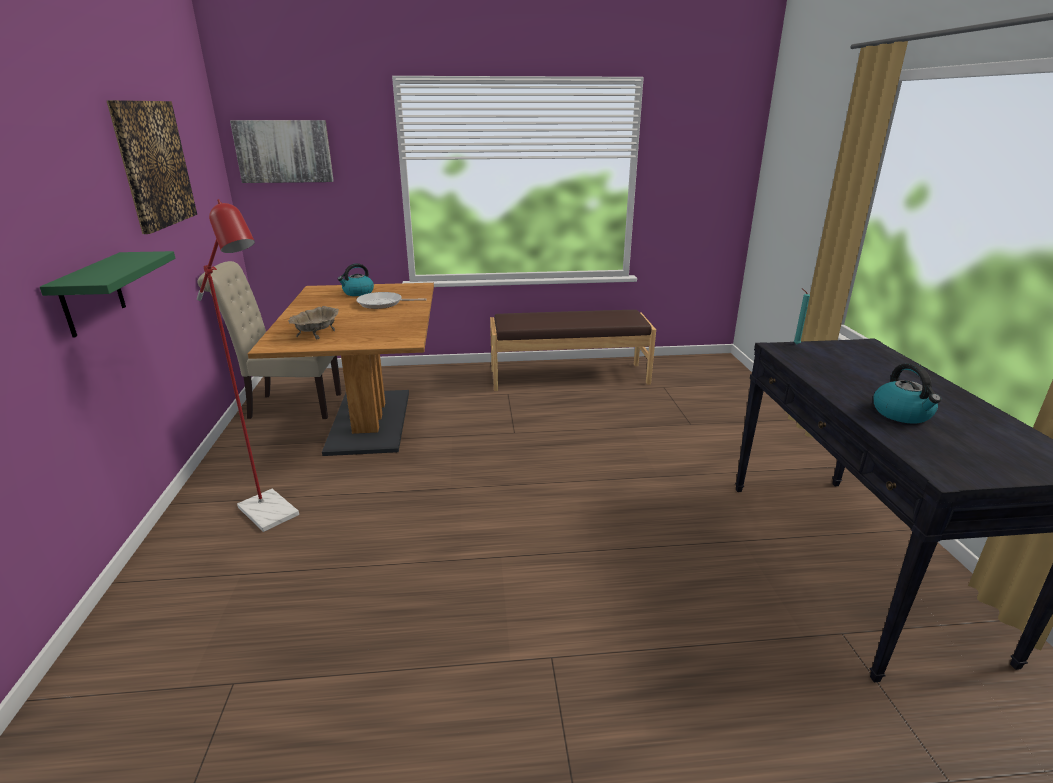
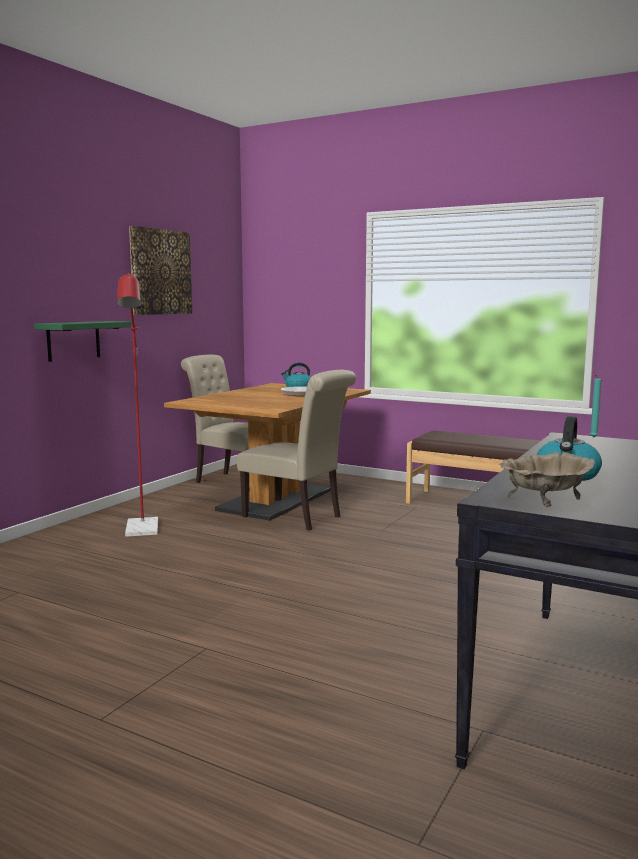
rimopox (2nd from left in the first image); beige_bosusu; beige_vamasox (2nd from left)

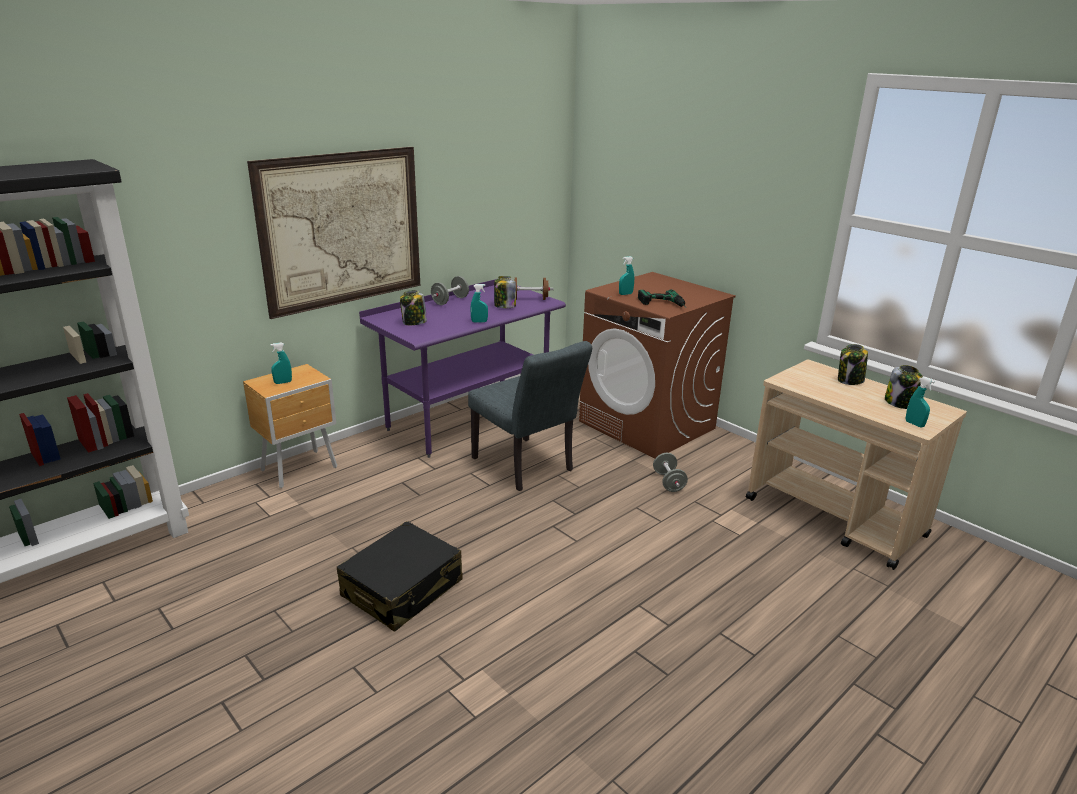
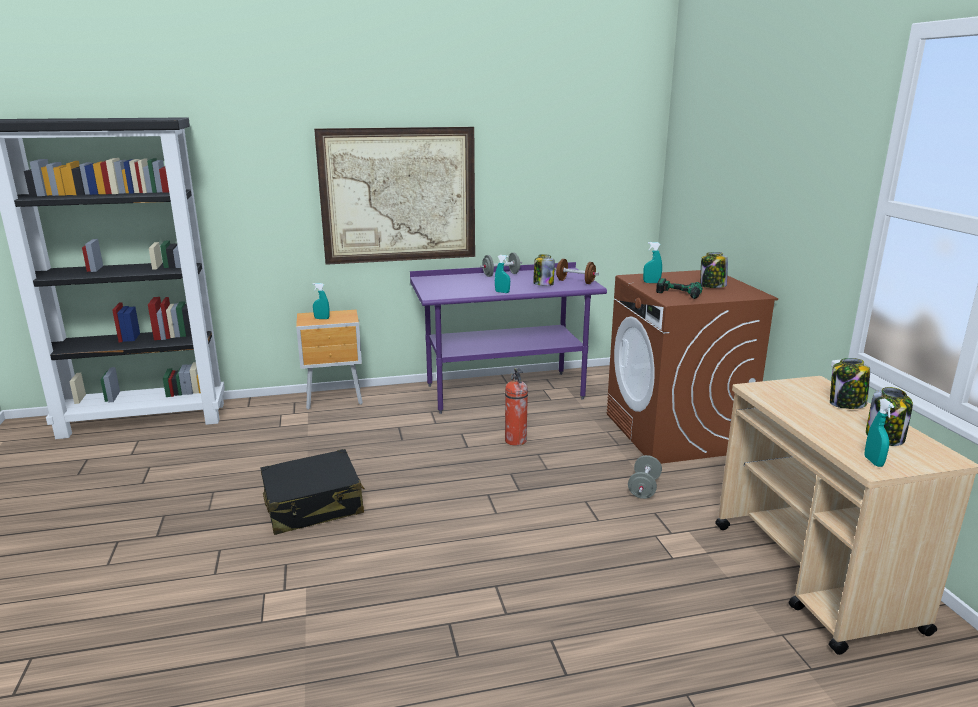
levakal (2nd from left); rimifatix

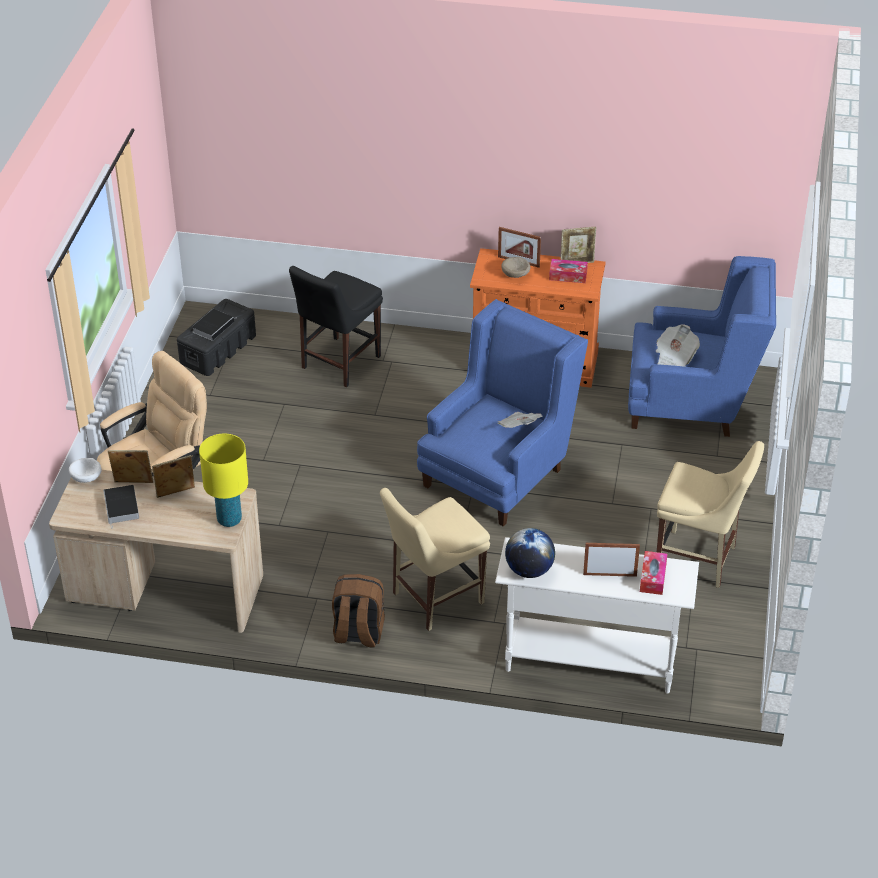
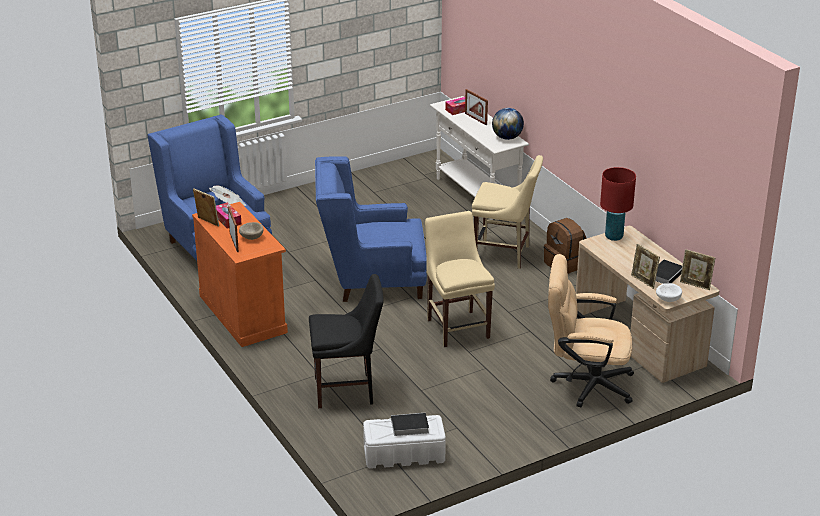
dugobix (5th from left); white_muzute; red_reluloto; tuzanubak (1st from left in the first image); beige_vamasox (1st from left)

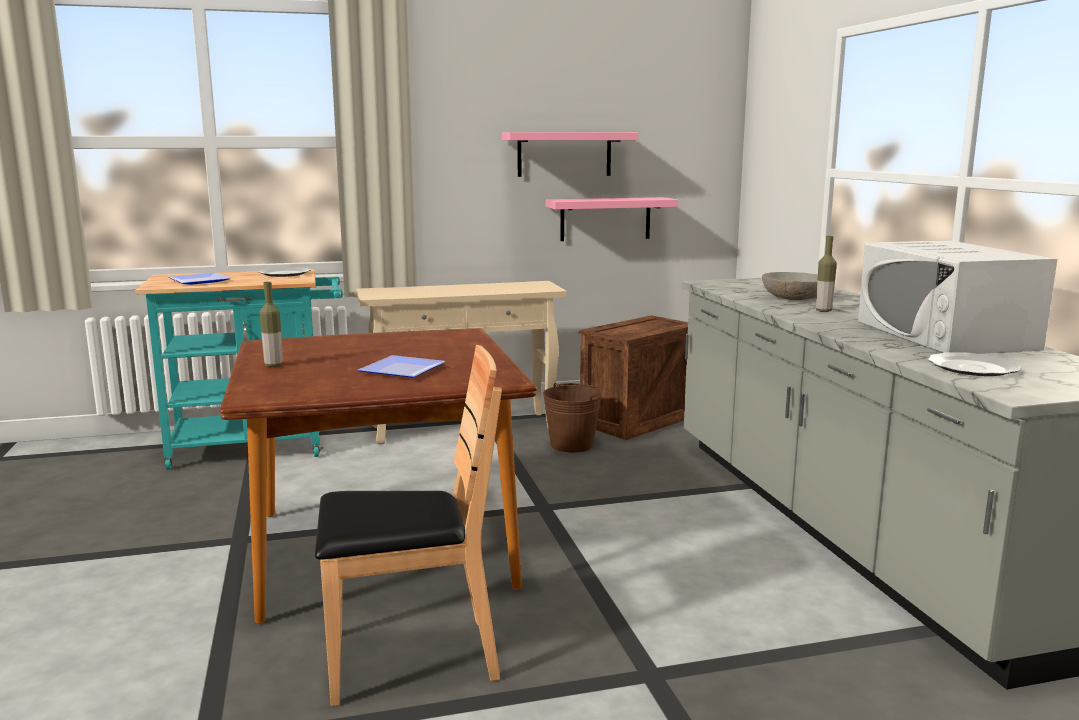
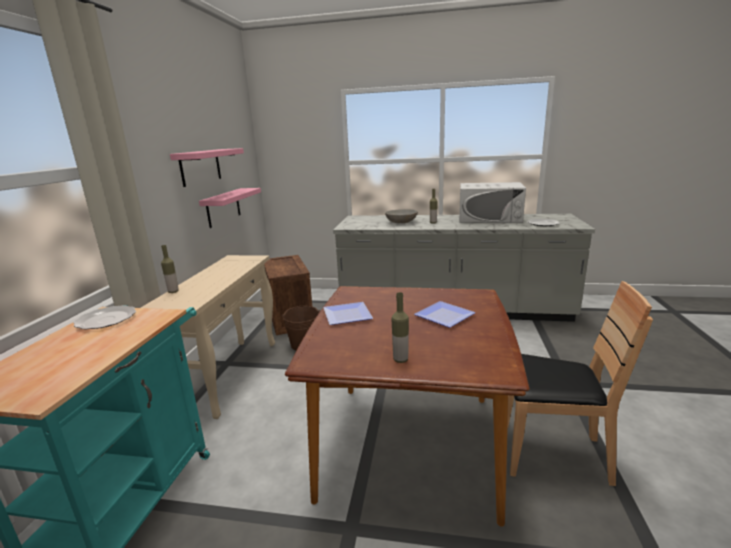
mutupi (2nd from left); brown_vamasox; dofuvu (1st from left)

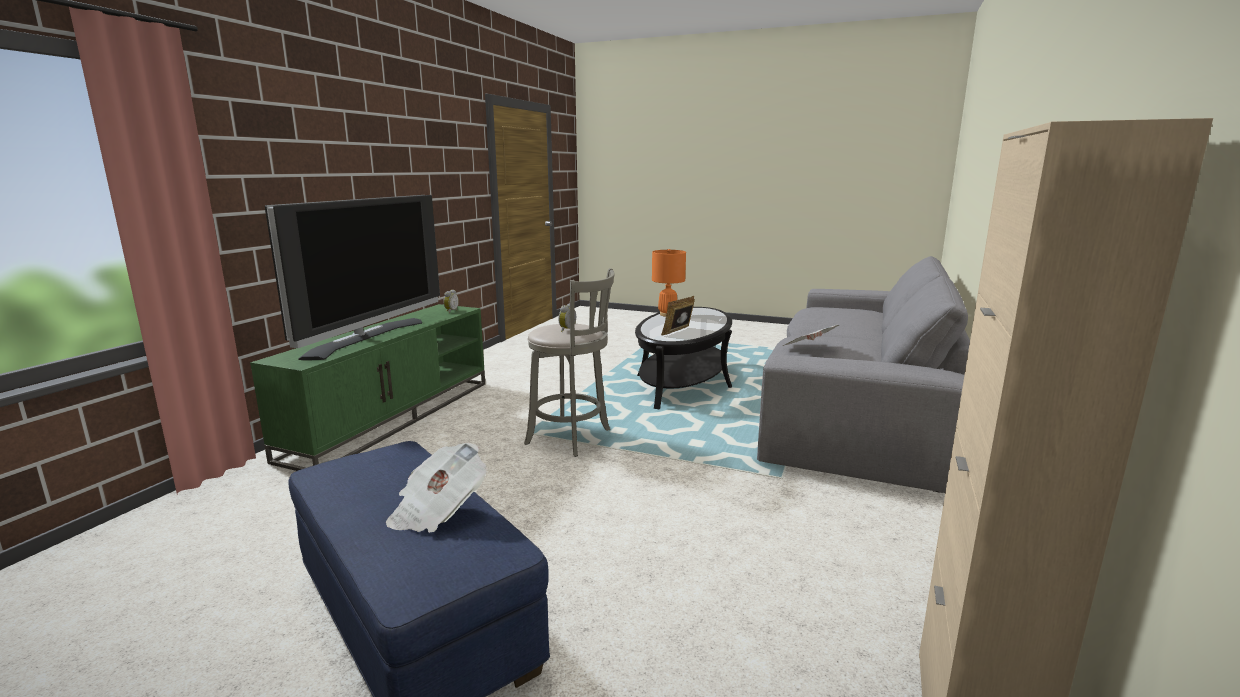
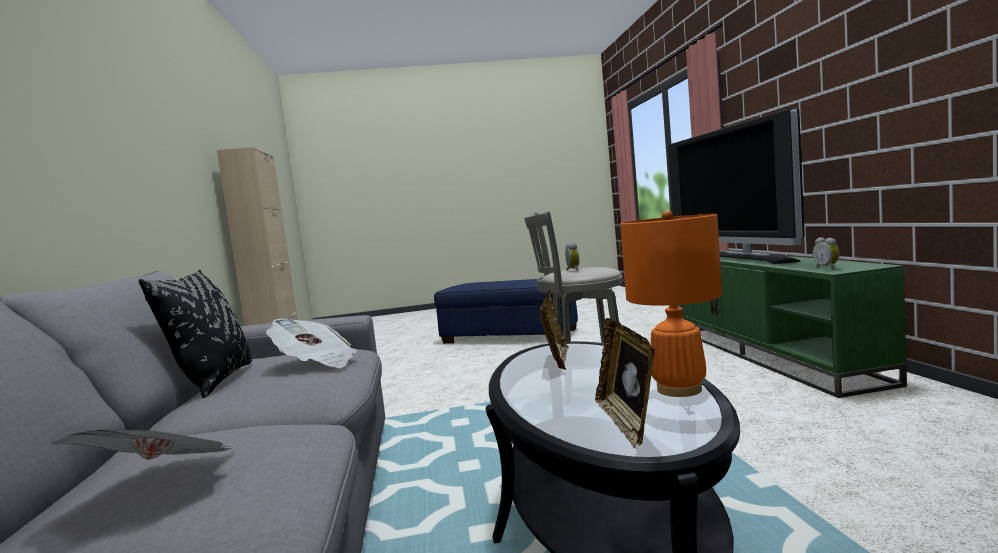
tuzanubak (1st from left); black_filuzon; dugobix (2nd from left)

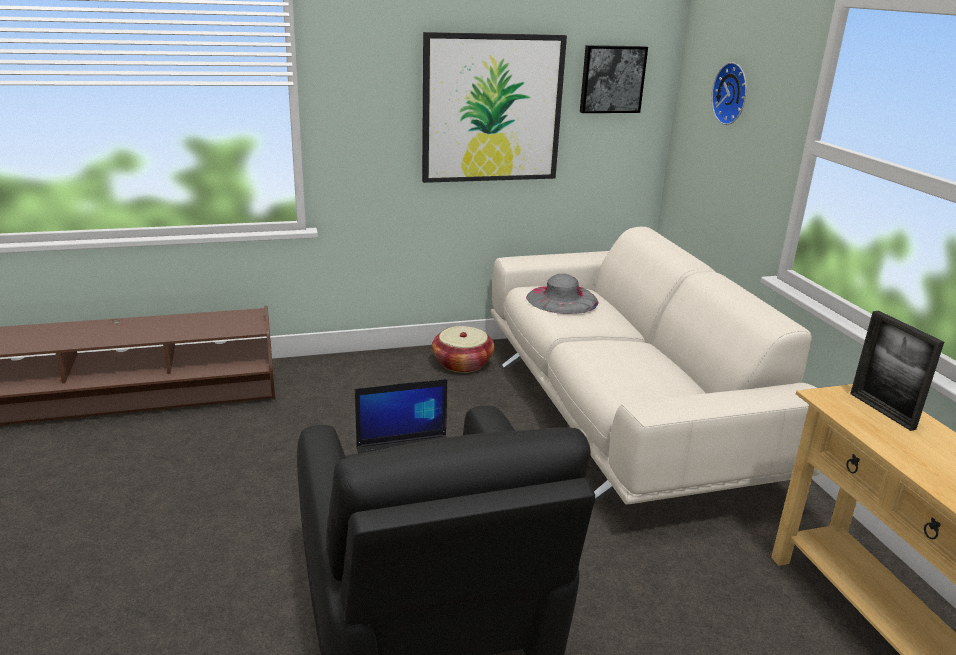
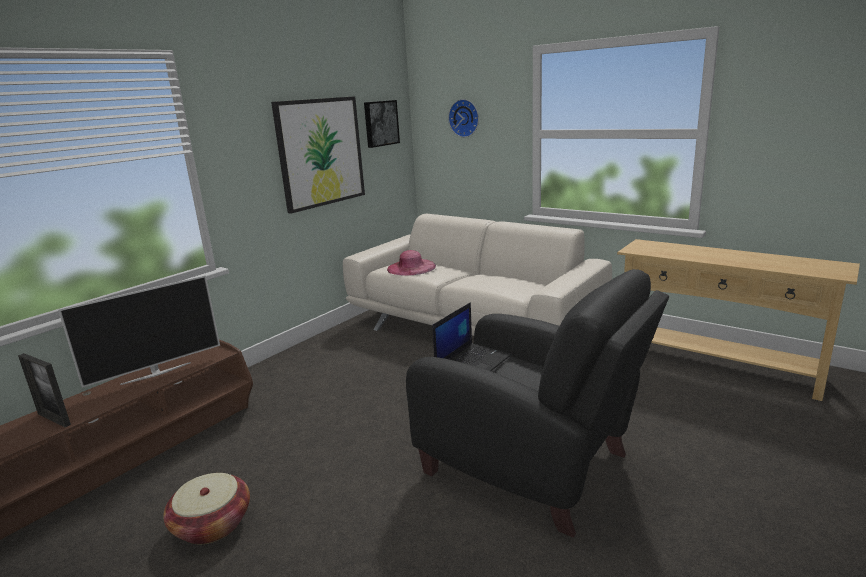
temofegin; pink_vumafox; dugobix; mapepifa

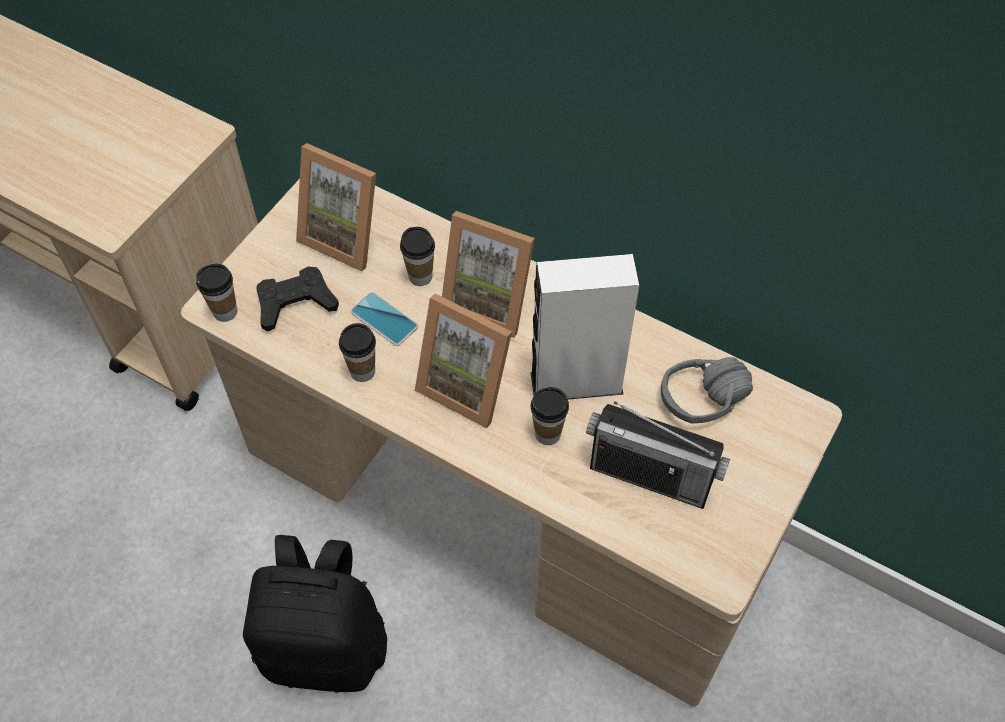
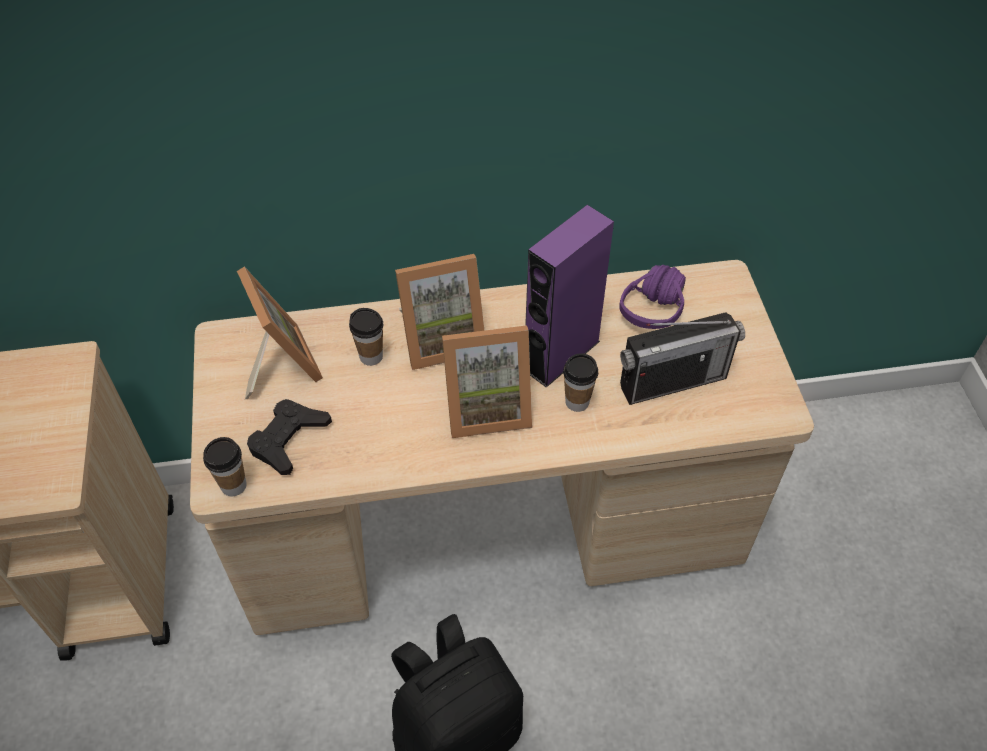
dugobix (1st from left); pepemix (2nd from left in the first image); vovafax; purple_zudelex; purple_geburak

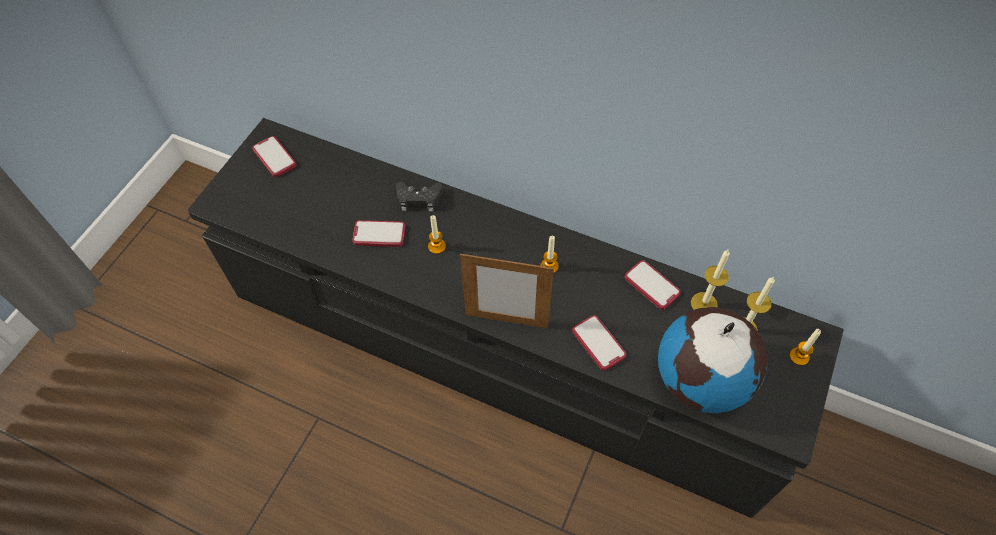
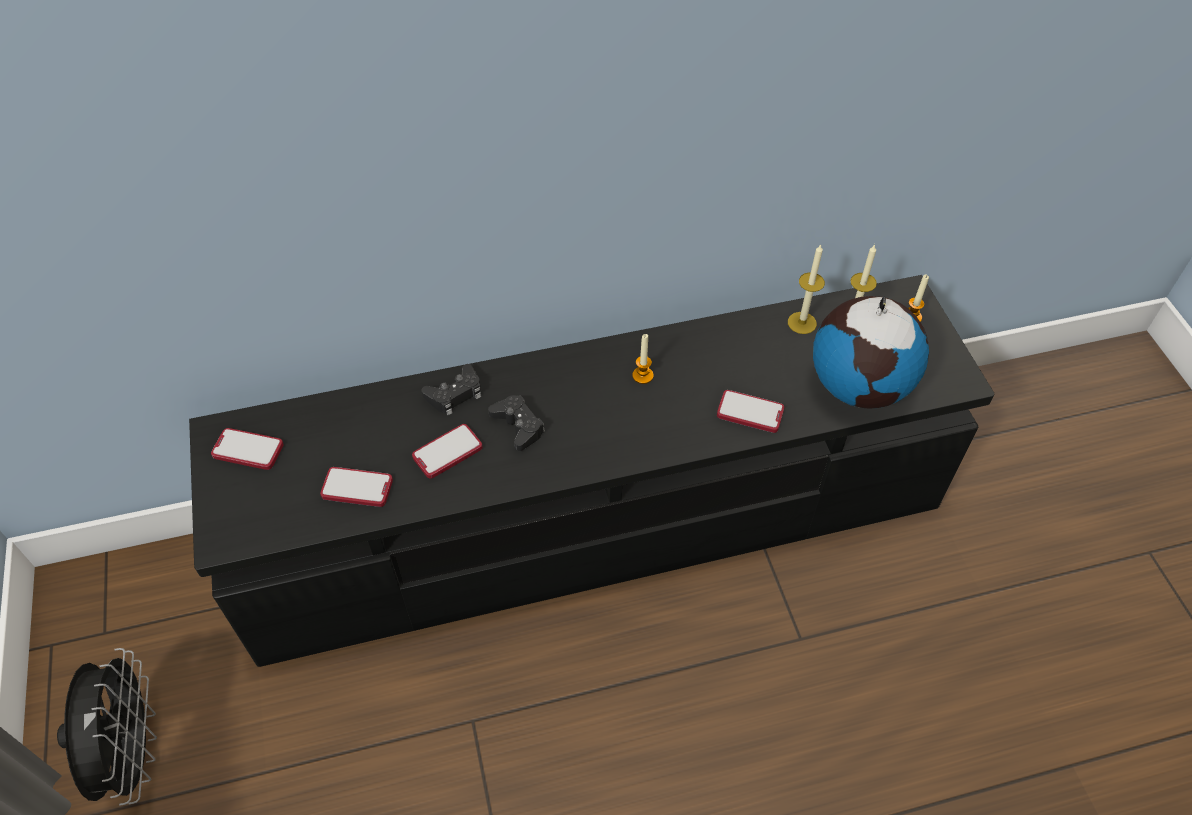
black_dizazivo (2nd from left); dugobix; vovafax (2nd from left); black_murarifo

